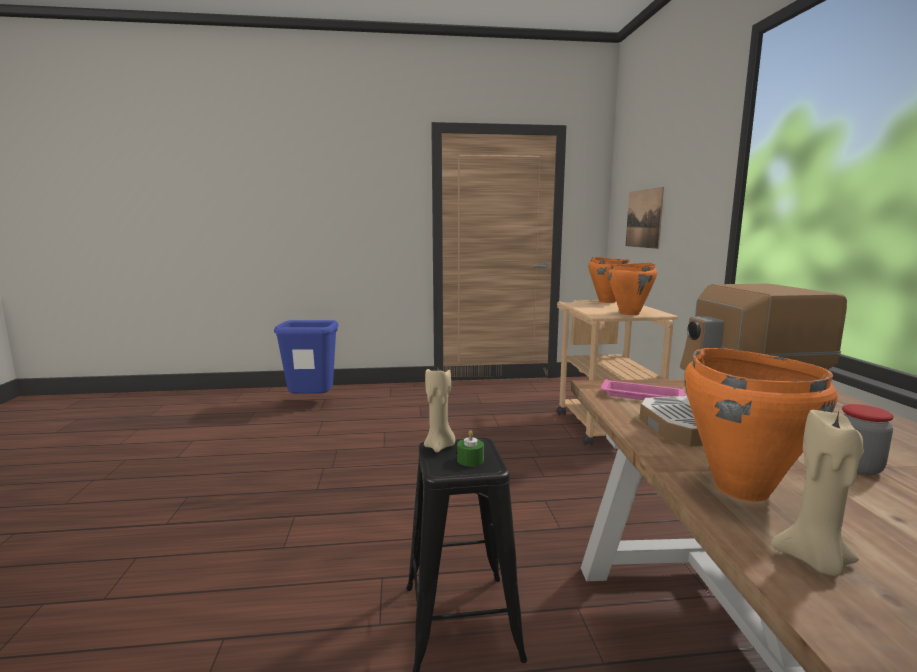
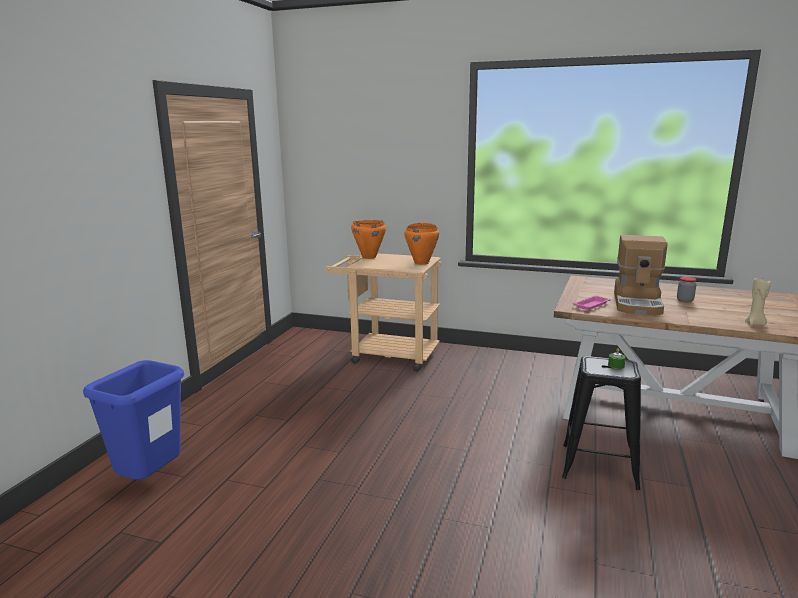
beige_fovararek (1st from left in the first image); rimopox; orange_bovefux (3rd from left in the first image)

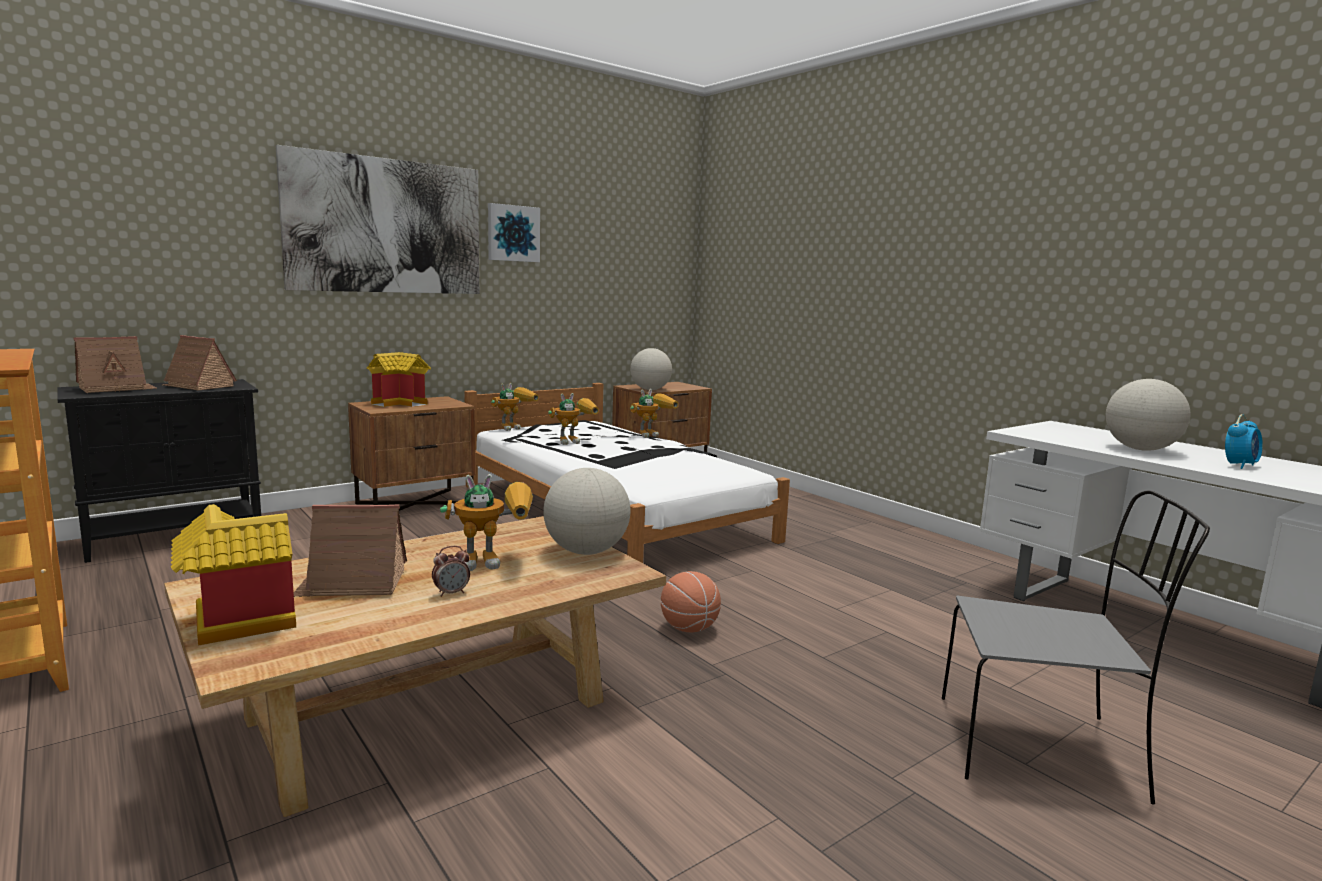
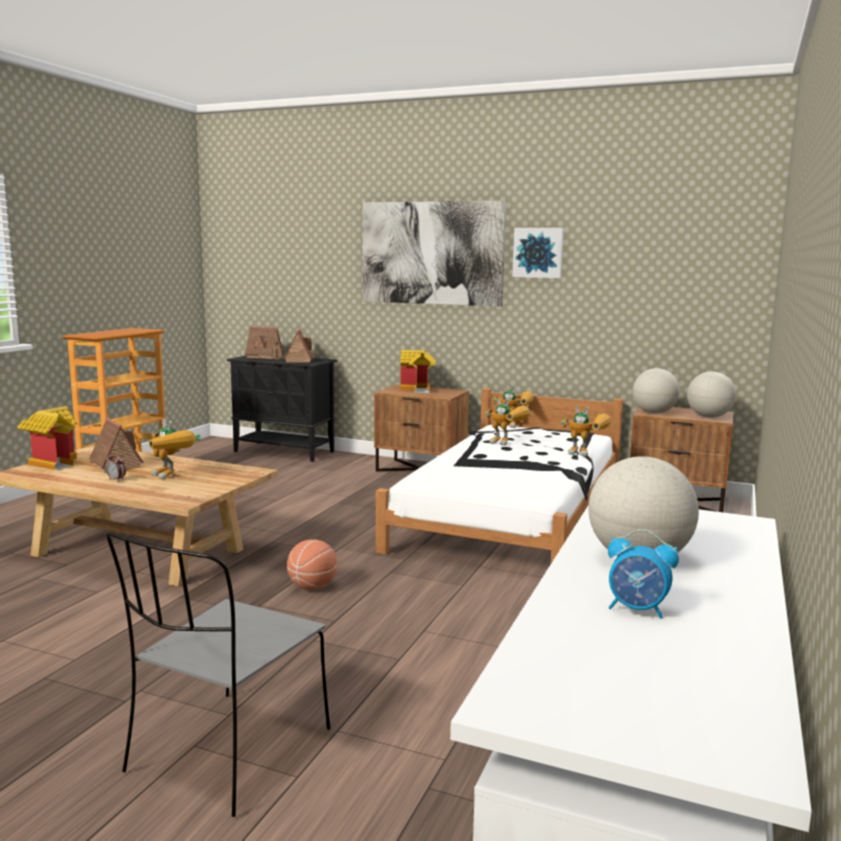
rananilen (3rd from left); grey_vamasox

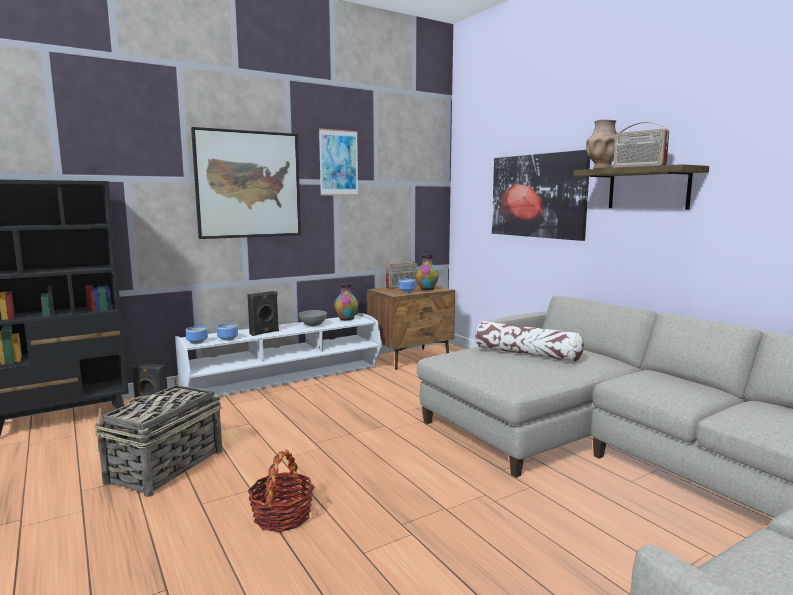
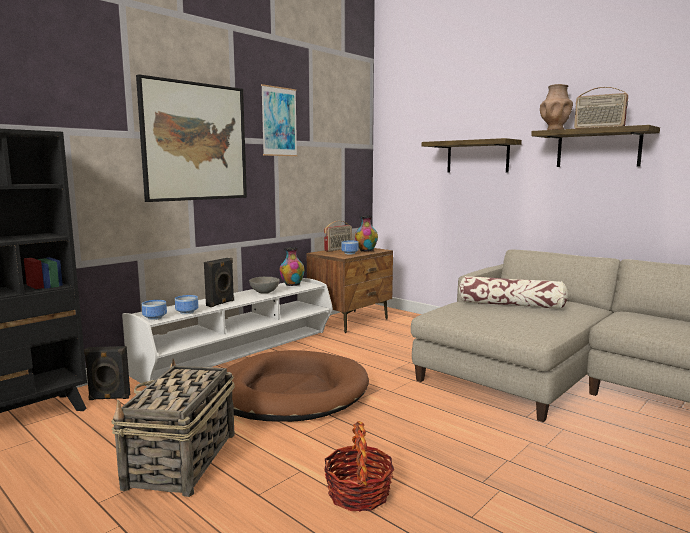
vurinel (1st from left); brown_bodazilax

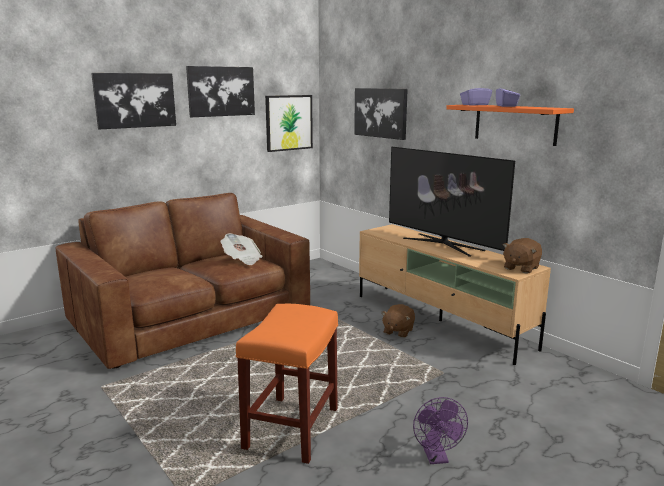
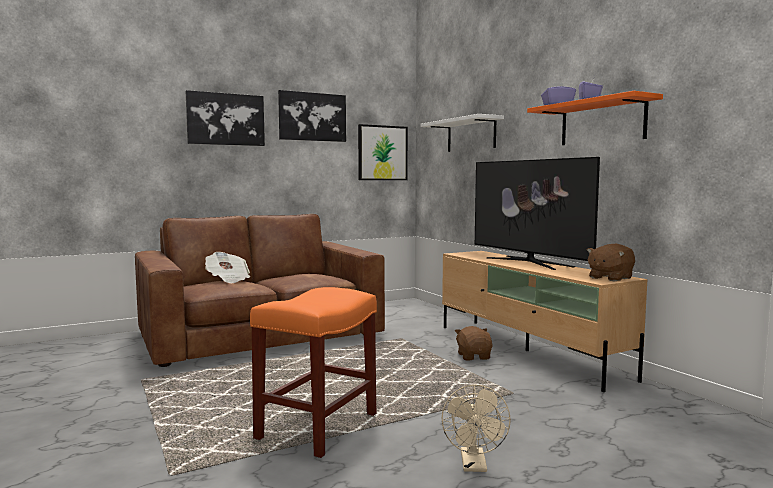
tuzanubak; white_vurinel; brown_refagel (1st from left); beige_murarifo

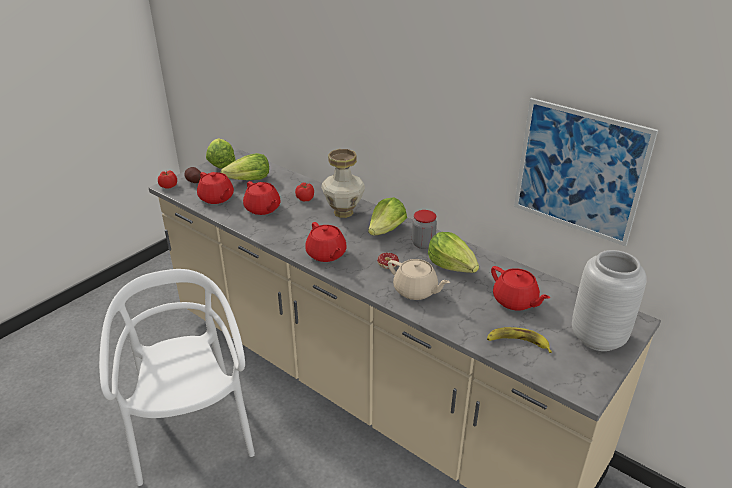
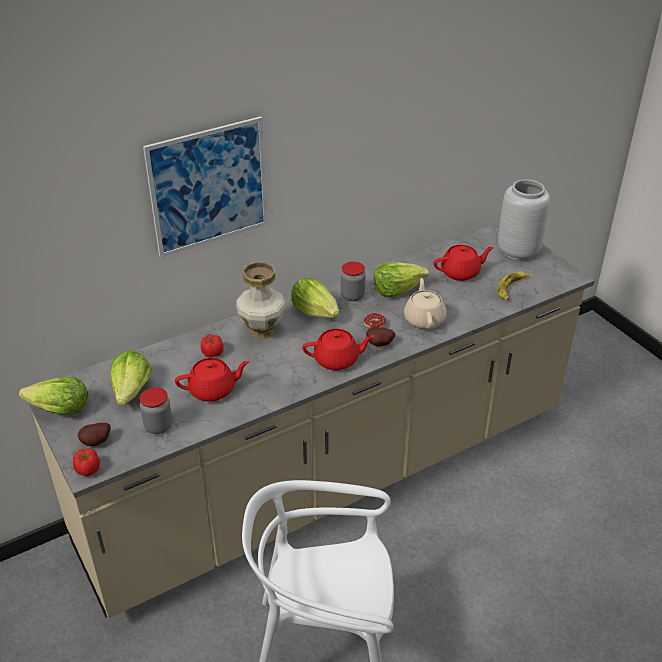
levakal (1st from left); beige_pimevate; rimopox; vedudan (2nd from left)

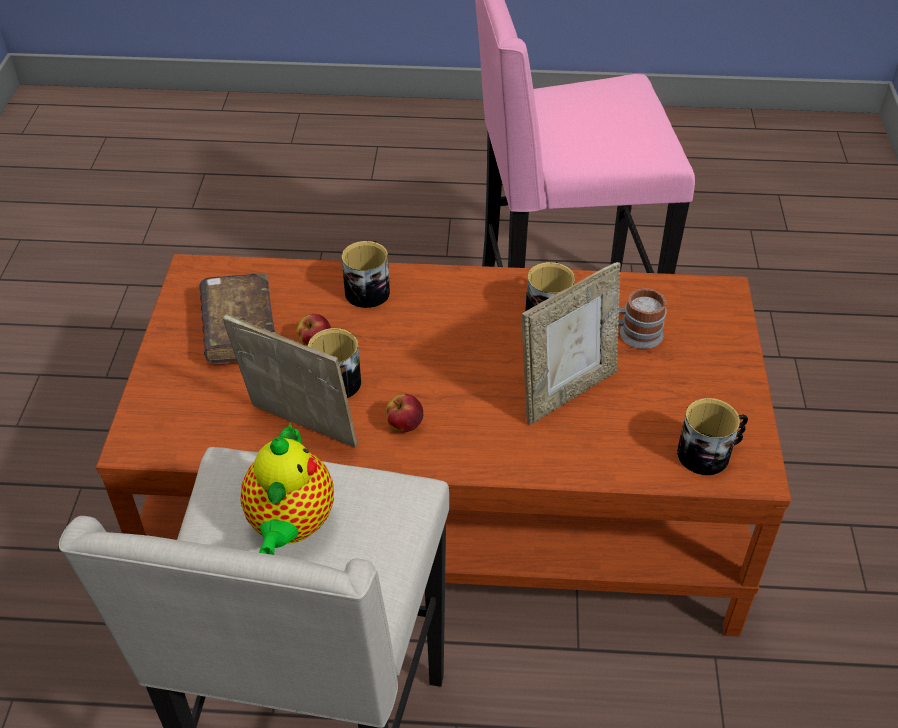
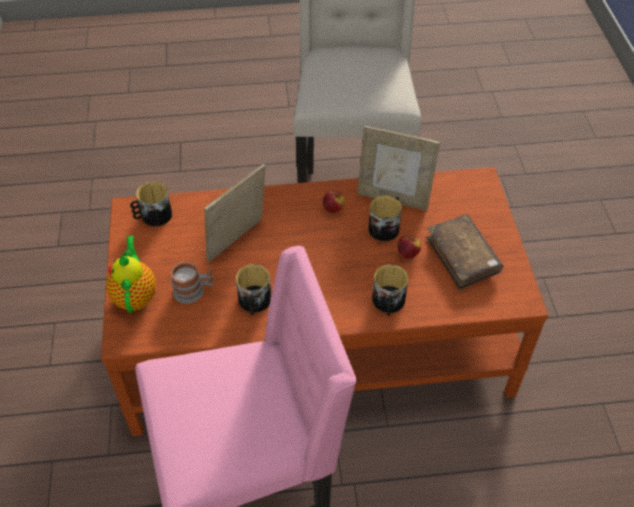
pimevate

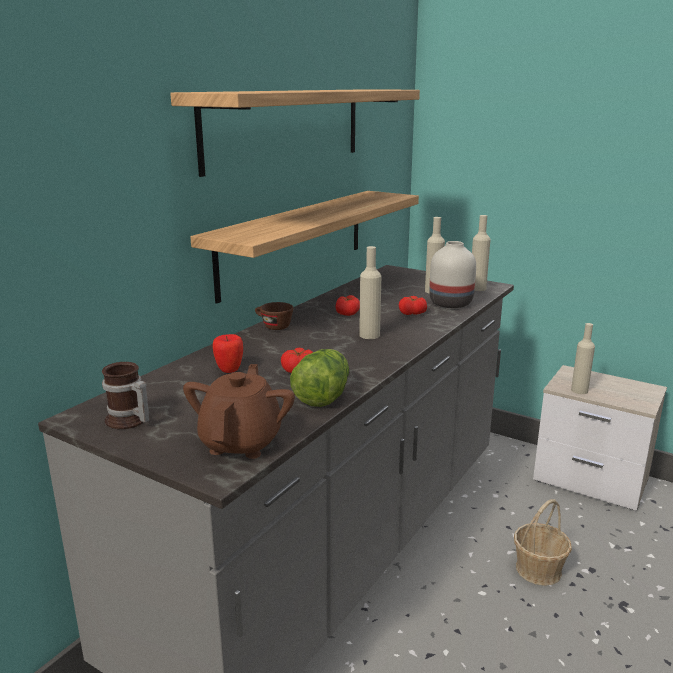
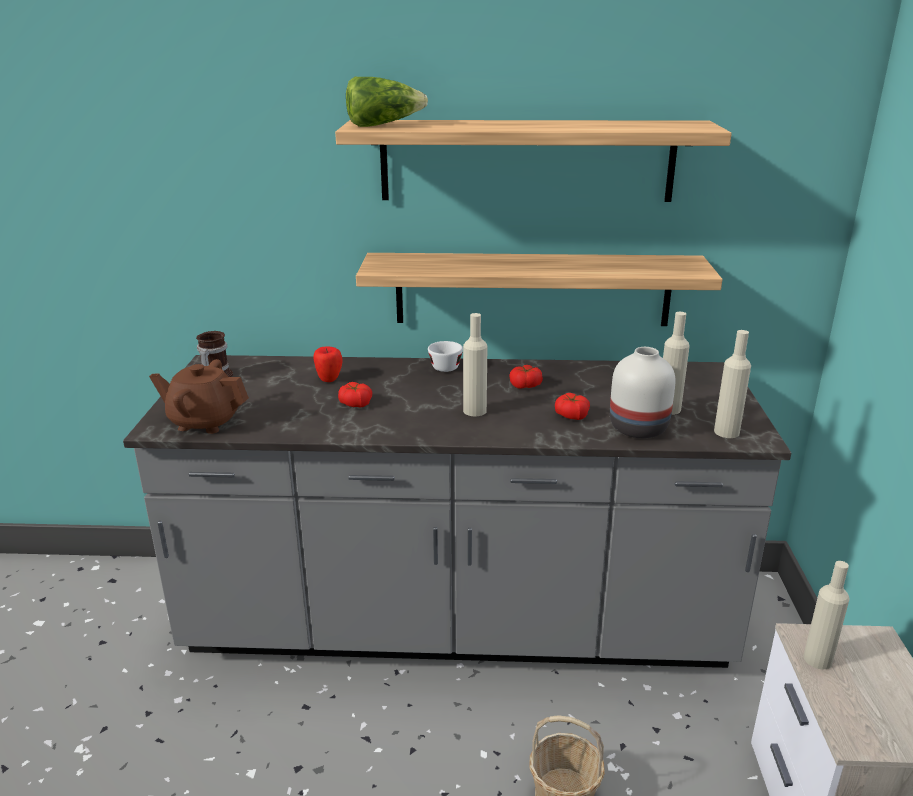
brown_pimevate; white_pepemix; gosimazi

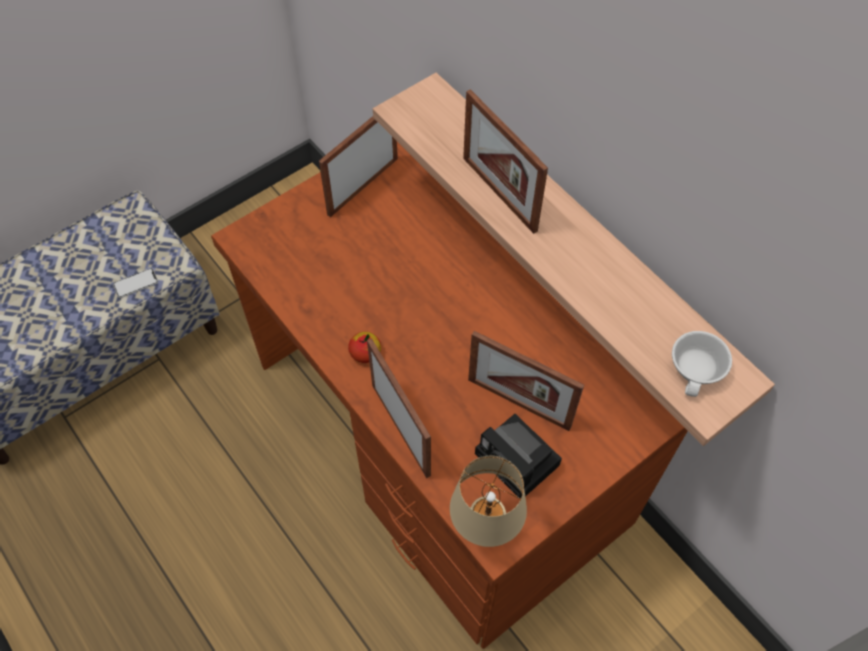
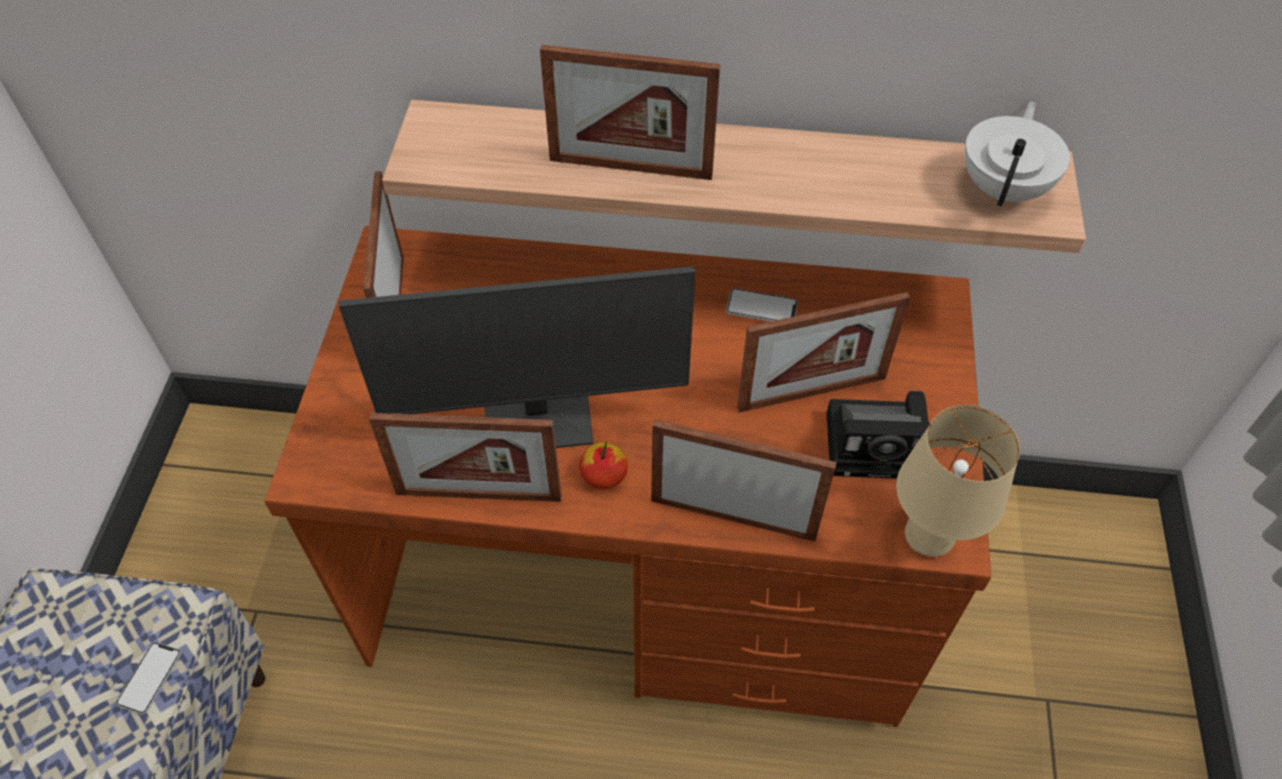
white_pimevate; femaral; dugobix (2nd from left); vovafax (2nd from left)

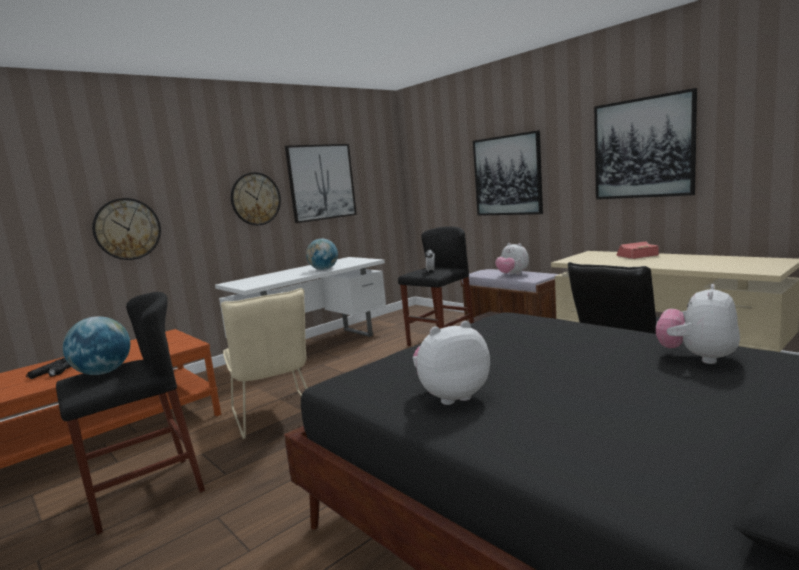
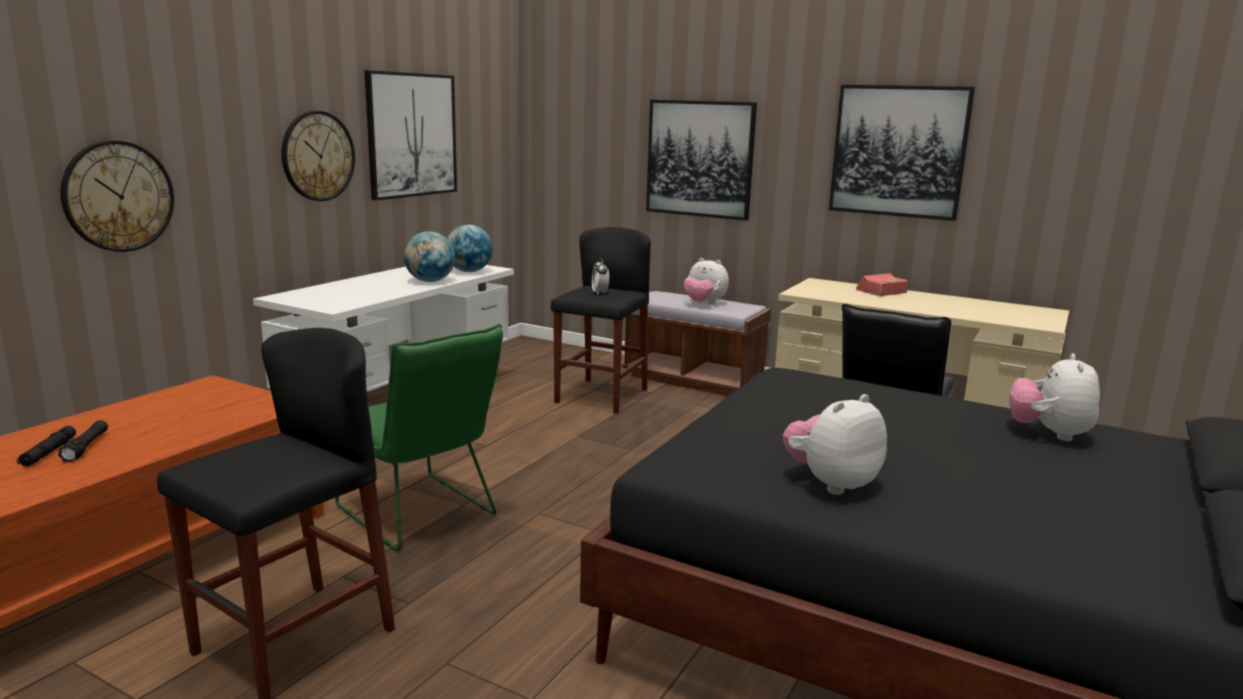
rananilen (2nd from left); green_vamasox

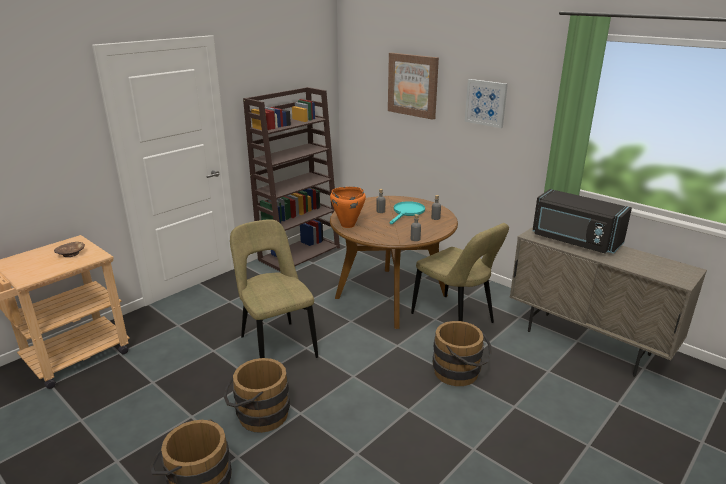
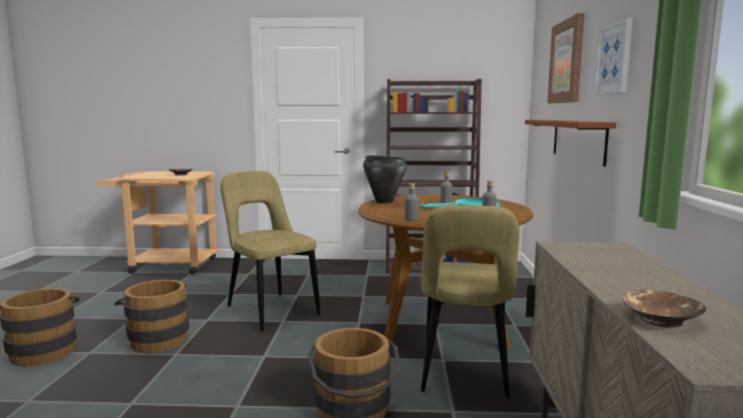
beige_vamasox (1st from left); black_bovefux; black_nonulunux; brown_vurinel; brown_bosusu (2nd from left)

